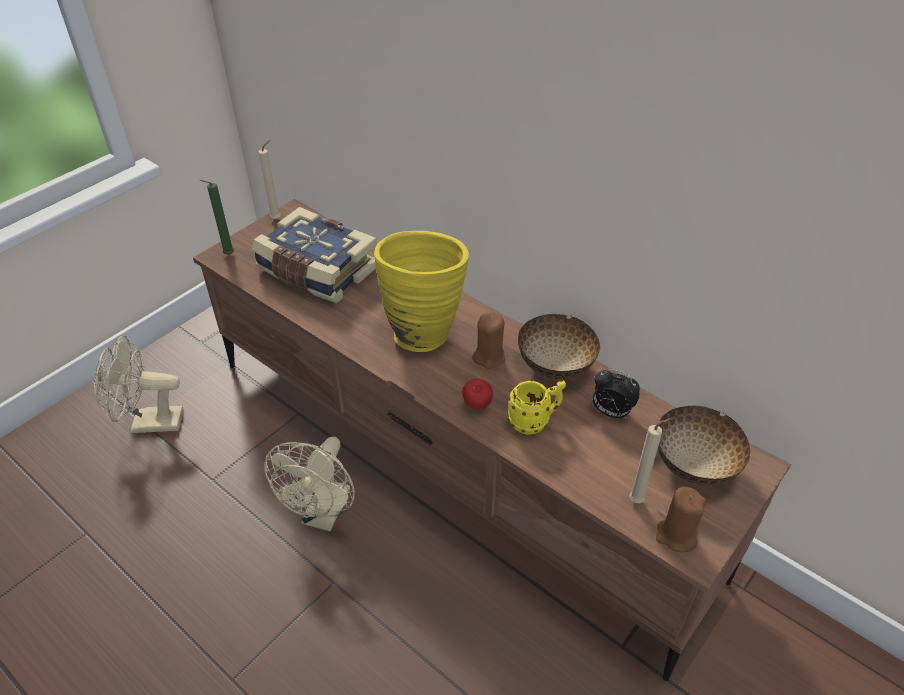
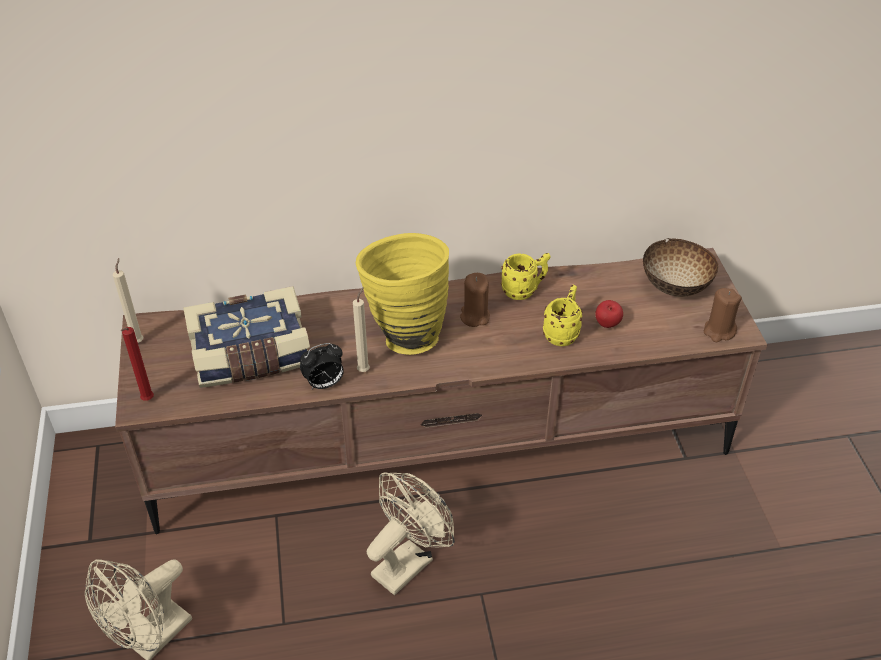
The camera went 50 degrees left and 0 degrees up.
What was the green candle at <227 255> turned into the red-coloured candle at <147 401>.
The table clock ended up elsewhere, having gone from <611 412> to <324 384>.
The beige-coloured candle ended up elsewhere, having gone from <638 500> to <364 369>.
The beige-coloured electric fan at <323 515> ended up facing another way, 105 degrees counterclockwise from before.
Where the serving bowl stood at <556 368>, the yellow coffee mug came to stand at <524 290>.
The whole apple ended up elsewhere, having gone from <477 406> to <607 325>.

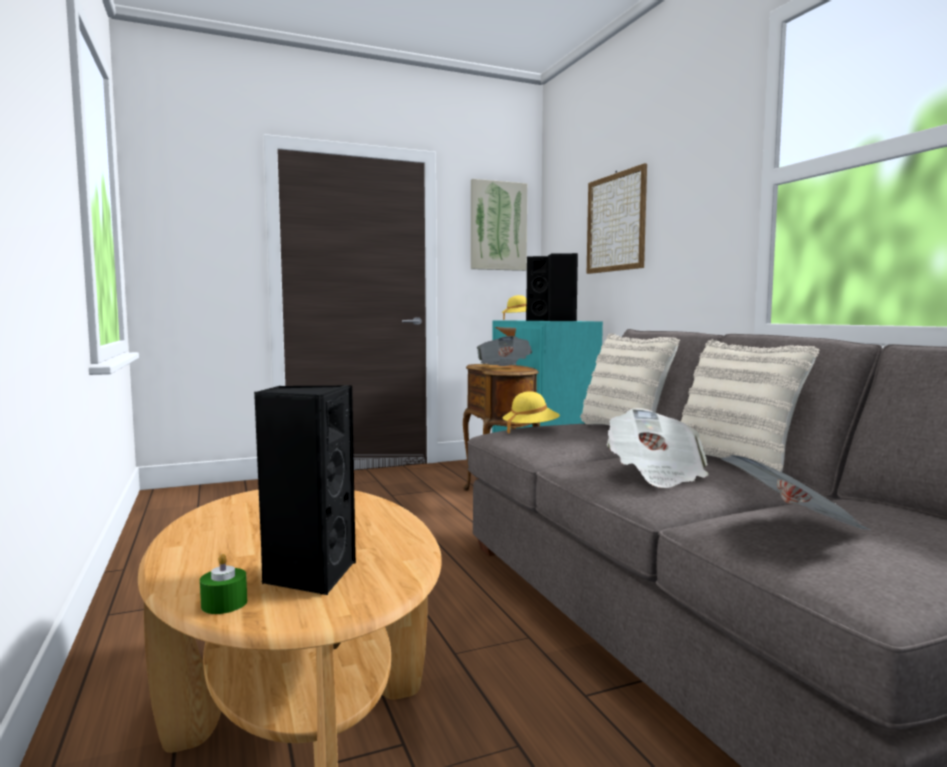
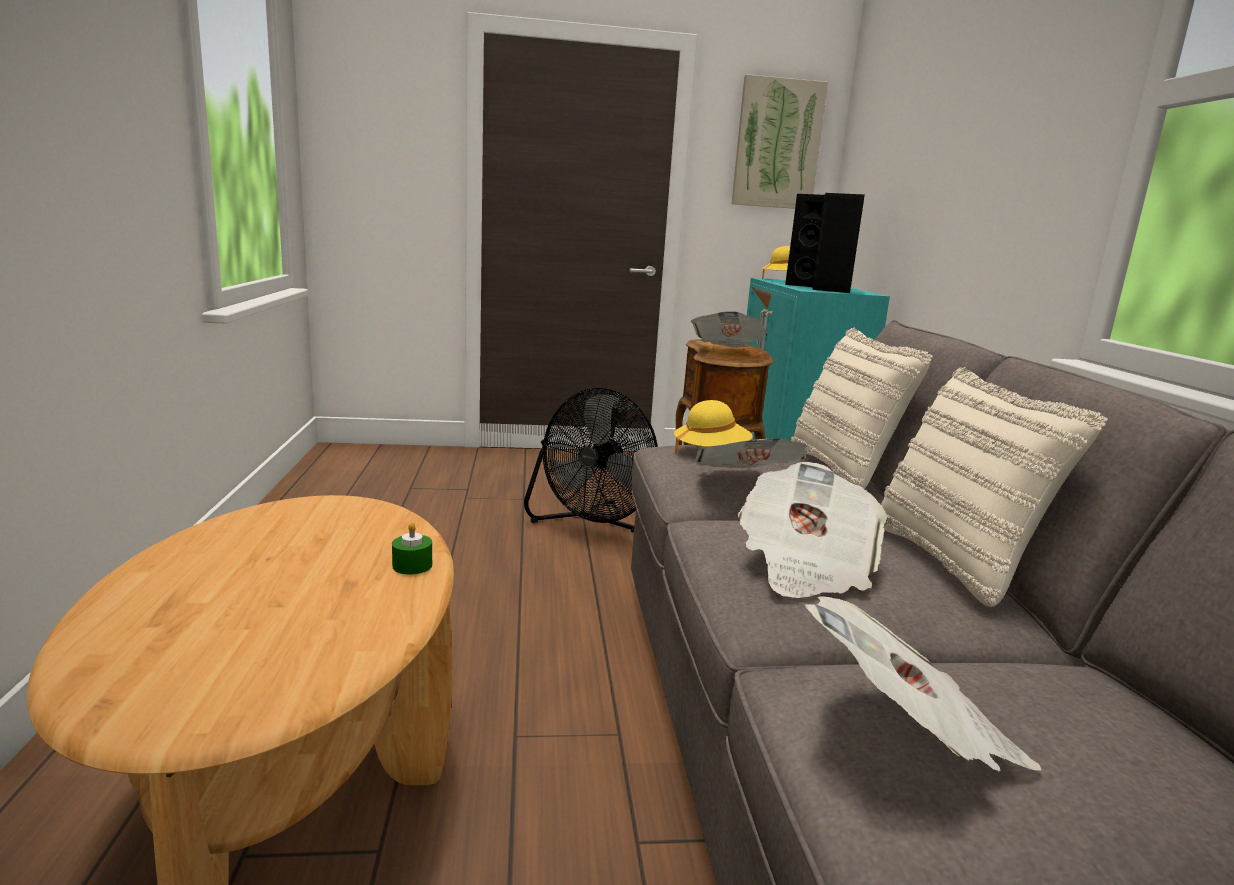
The camera went 15 degrees right and 10 degrees up.
The green candle ended up elsewhere, having gone from <224 603> to <412 565>.
The second view gained the blackish electric fan at <597 529>.
The second view gained the newspaper at <745 485>.
The second view lost the blackish speaker at <309 575>.
The second view lost the picture at <616 221>.

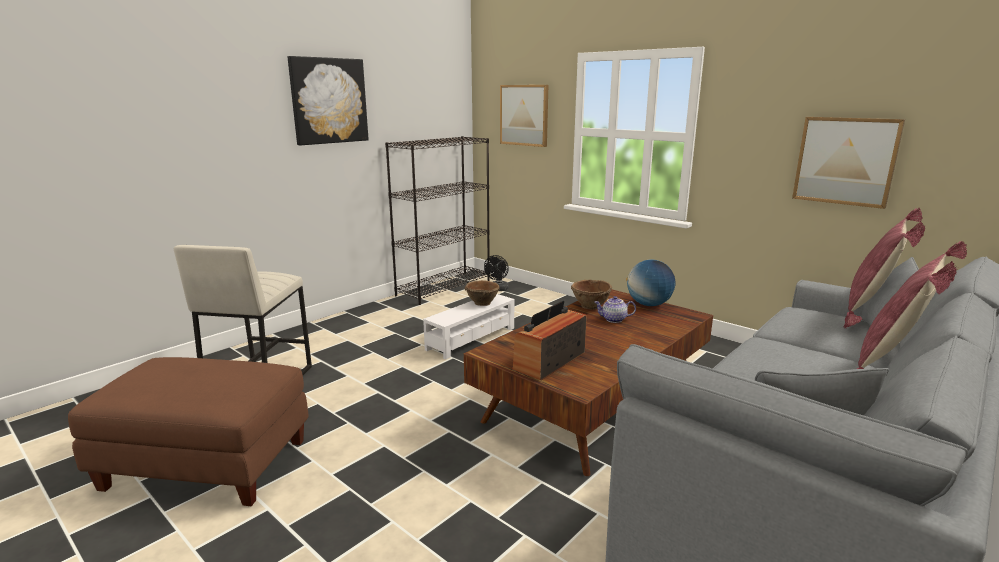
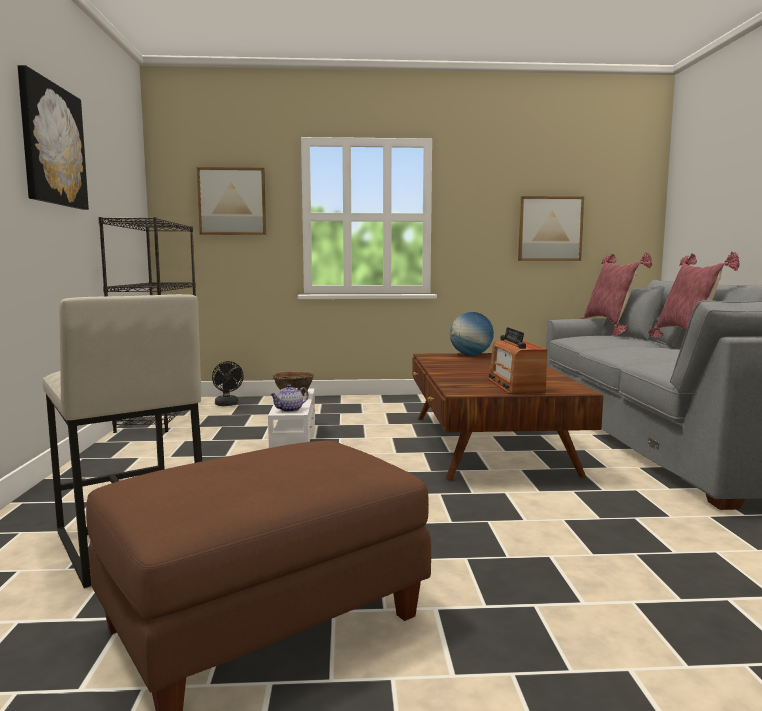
The camera went 45 degrees left and 10 degrees down.
The teapot ended up elsewhere, having gone from <613 320> to <290 410>.
The second view lost the brownish serving bowl at <590 306>.

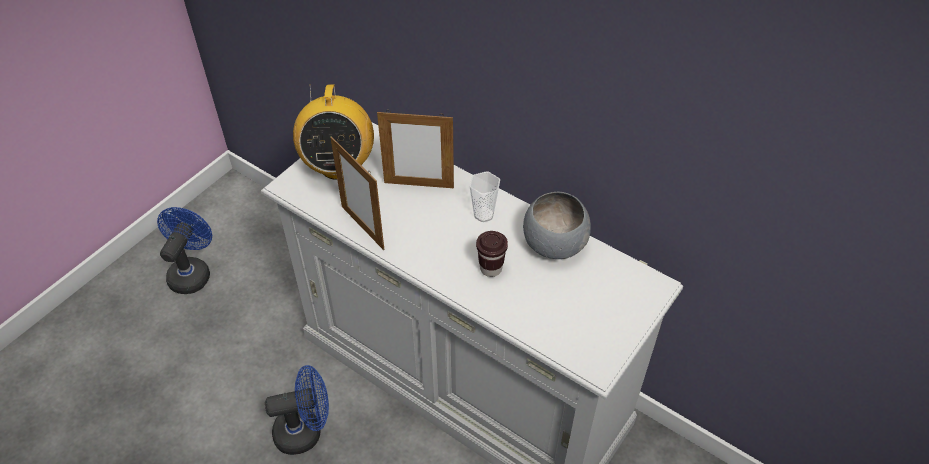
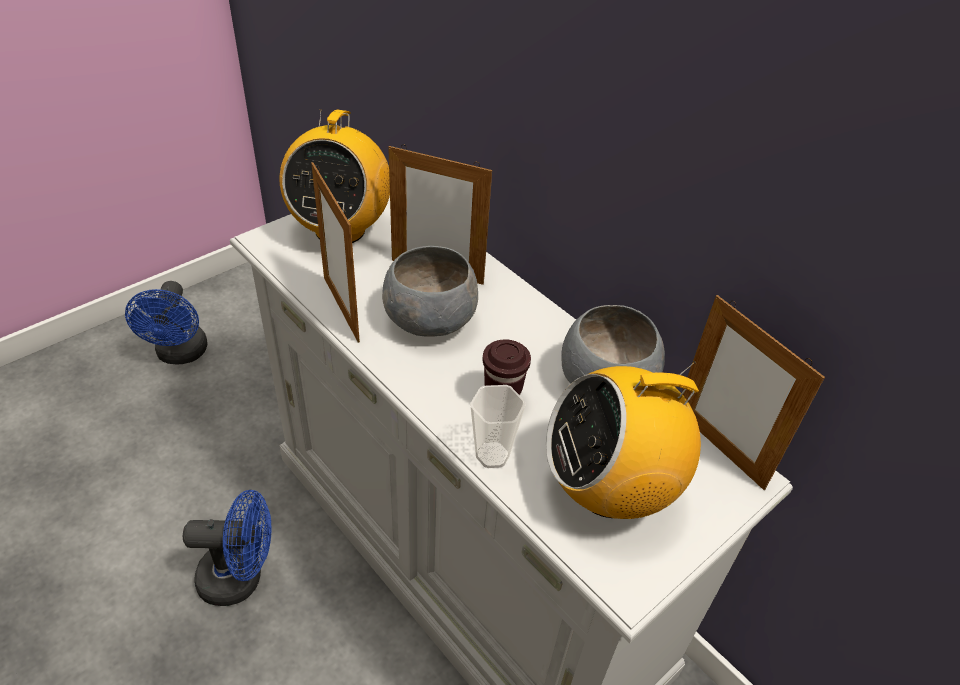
The camera went 10 degrees right and 5 degrees down.
The blue electric fan at <192 272> ended up facing another way, 150 degrees clockwise from before.
The second view gained the gray serving bowl at <429 319>.
The small cup ended up elsewhere, having gone from <484 214> to <492 455>.
The second view gained the radio receiver at <609 488>.
The second view gained the standing frame at <718 447>.

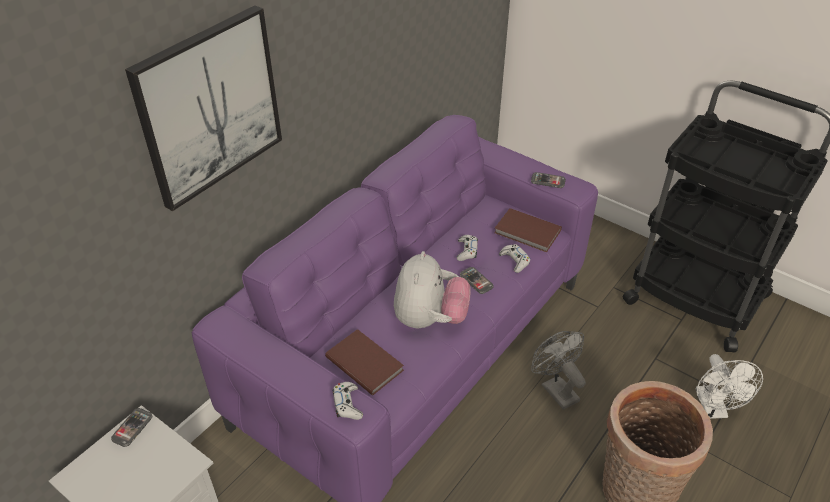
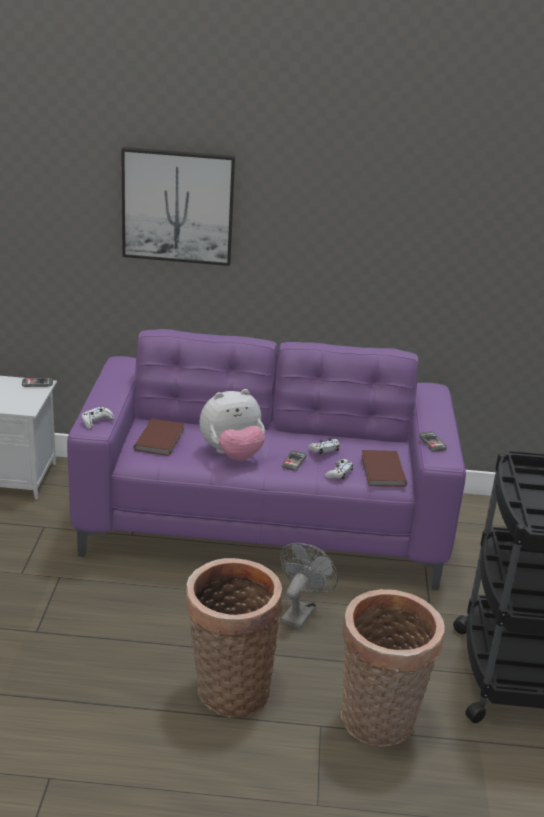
The camera went 55 degrees right and 15 degrees down.
Where the whitish electric fan stood at <713 409>, the basket came to stand at <378 723>.

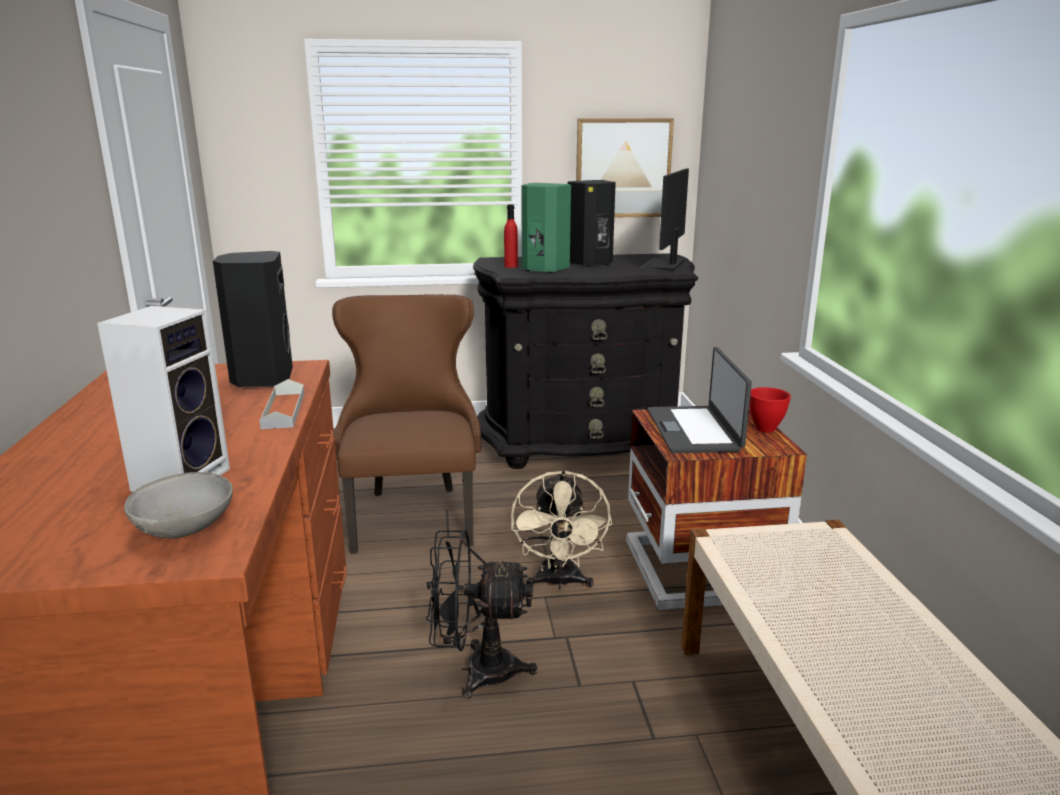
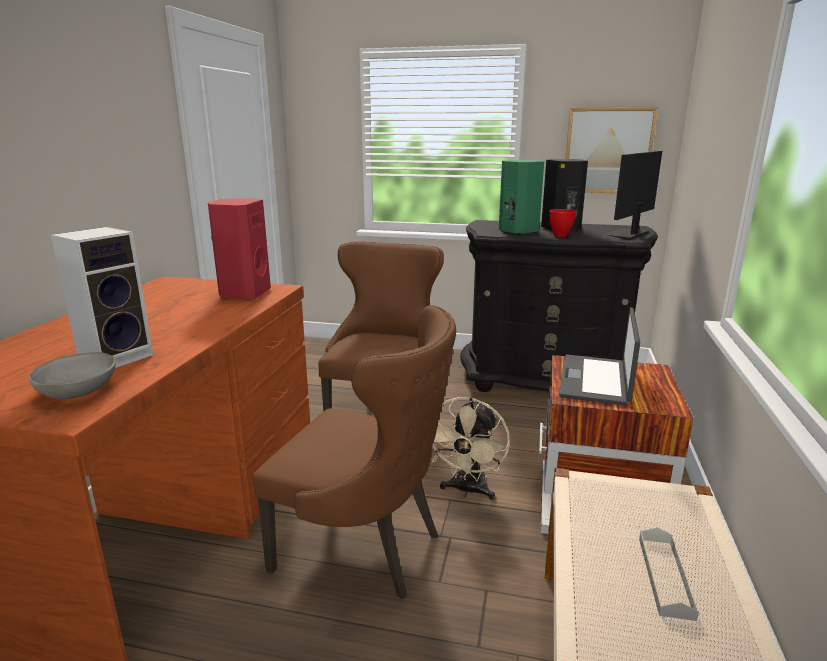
The camera went 20 degrees right and 0 degrees up.
What was the blackish speaker at <261 379> turned into the red-coloured speaker at <243 294>.
Where the blackish electric fan stood at <477 670>, the brownish upright chair came to stand at <365 548>.
The red-coloured serving bowl ended up elsewhere, having gone from <764 429> to <559 236>.
The gray serving tray ended up elsewhere, having gone from <283 410> to <665 576>.
The second view lost the red-coloured bottle at <511 266>.

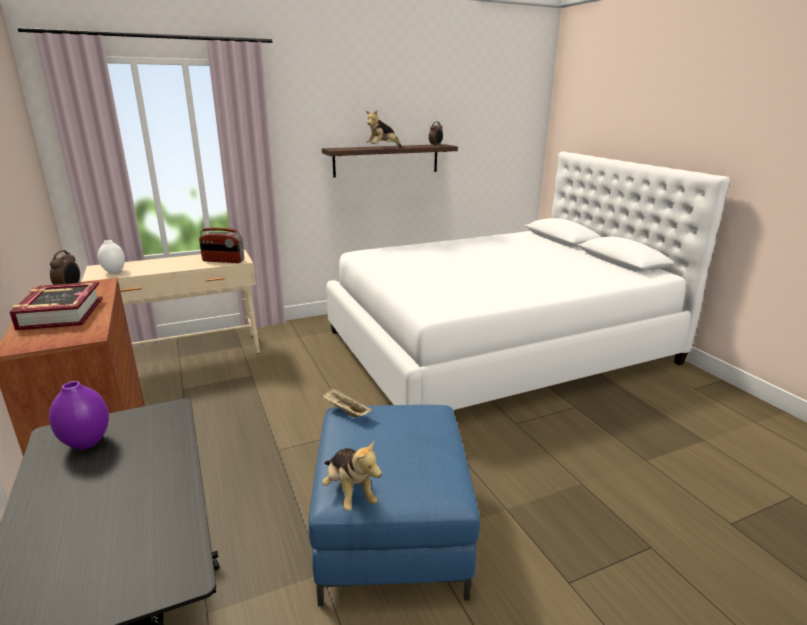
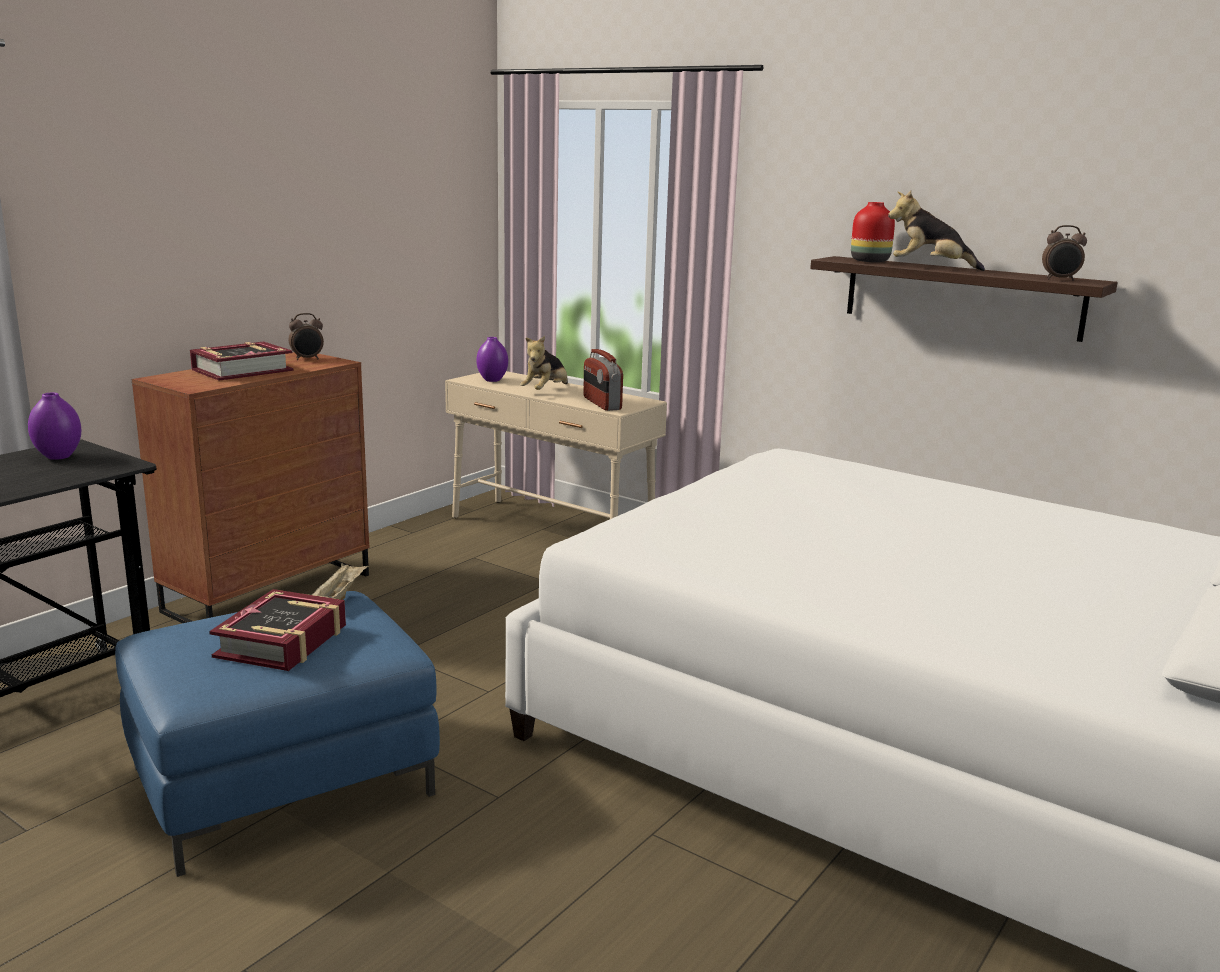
The camera went 60 degrees right and 5 degrees down.
The second view gained the volume at <282 641>.
What was the whitish vase at <114 271> turned into the purple-coloured vase at <492 380>.
The cuddly toy ended up elsewhere, having gone from <349 492> to <546 391>.
The second view gained the red-coloured vase at <871 261>.

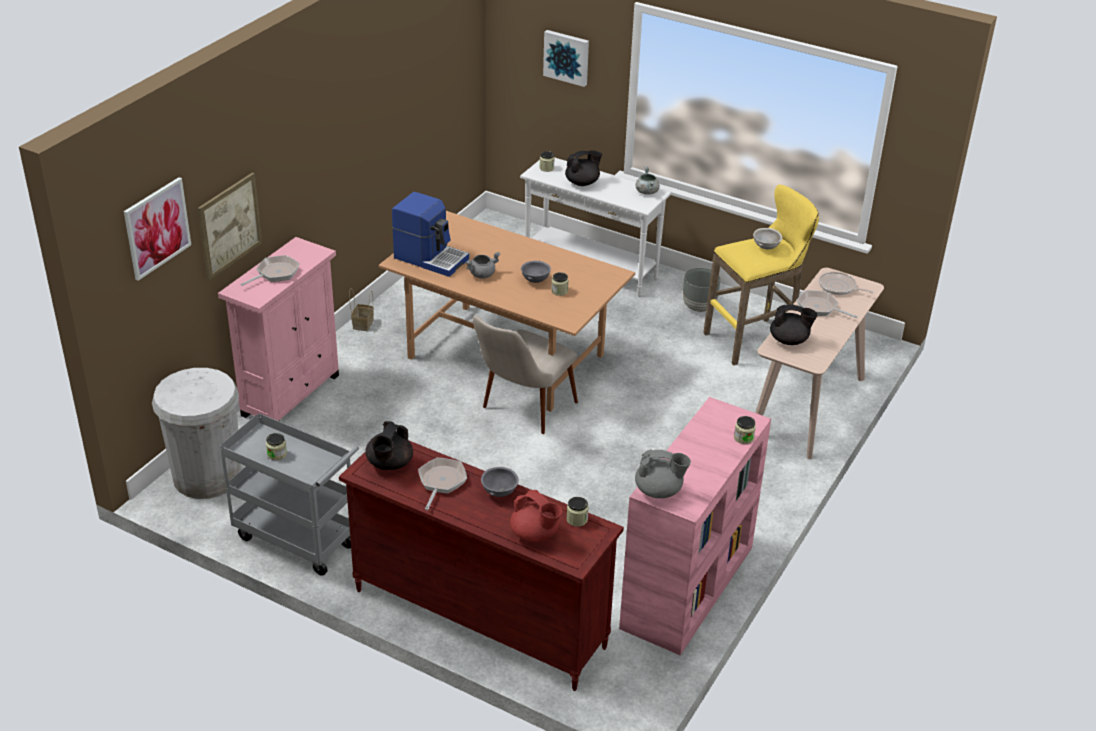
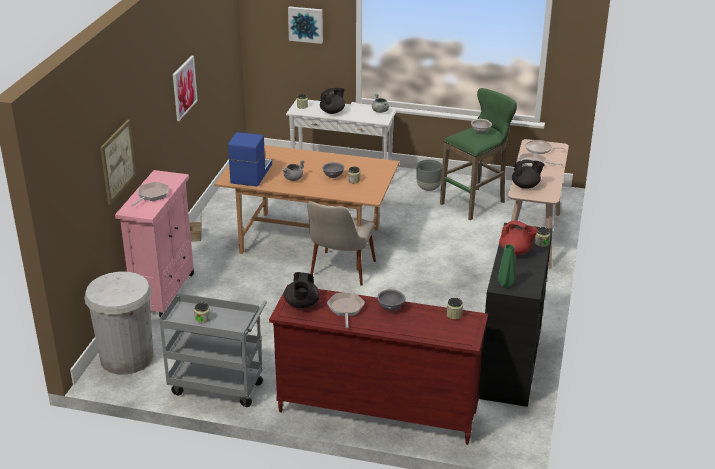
The camera went 15 degrees left and 5 degrees down.
The picture ended up elsewhere, having gone from <157 228> to <184 88>.
The coffee machine at <431 258> ended up facing another way, 90 degrees counterclockwise from before.
What was the yellow stool at <753 339> turned into the green stool at <475 202>.
What was the pinkish bookcase at <689 587> turned into the blackish bookcase at <511 363>.
Where the gray teapot stood at <659 491>, the green vase came to stand at <505 284>.
The red-coloured teapot ended up elsewhere, having gone from <535 534> to <516 251>.

